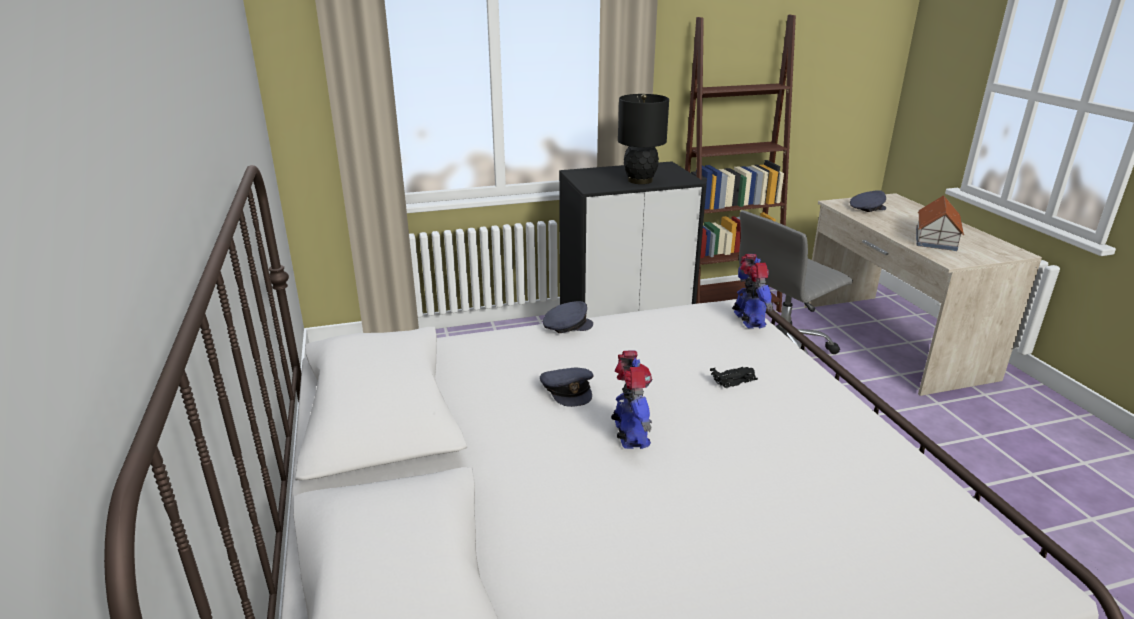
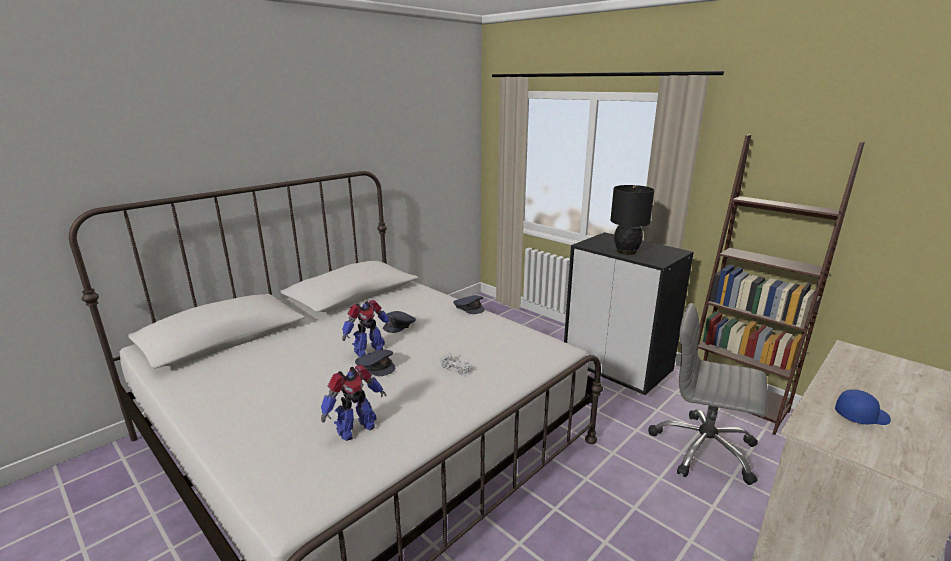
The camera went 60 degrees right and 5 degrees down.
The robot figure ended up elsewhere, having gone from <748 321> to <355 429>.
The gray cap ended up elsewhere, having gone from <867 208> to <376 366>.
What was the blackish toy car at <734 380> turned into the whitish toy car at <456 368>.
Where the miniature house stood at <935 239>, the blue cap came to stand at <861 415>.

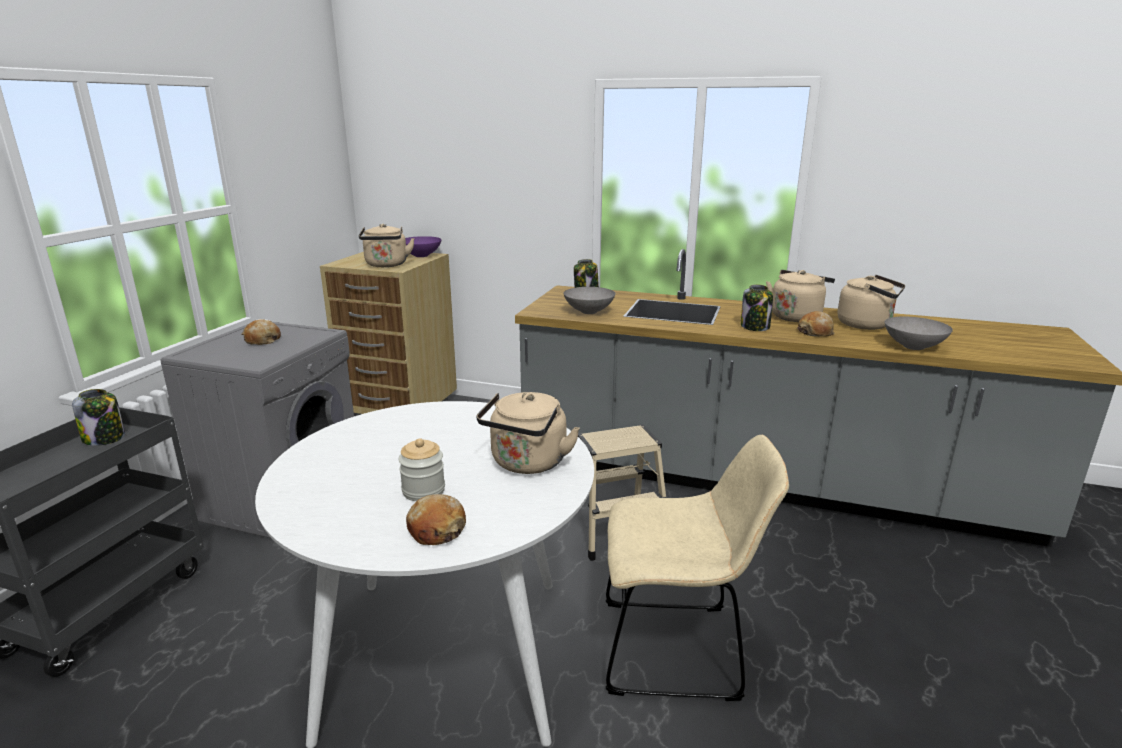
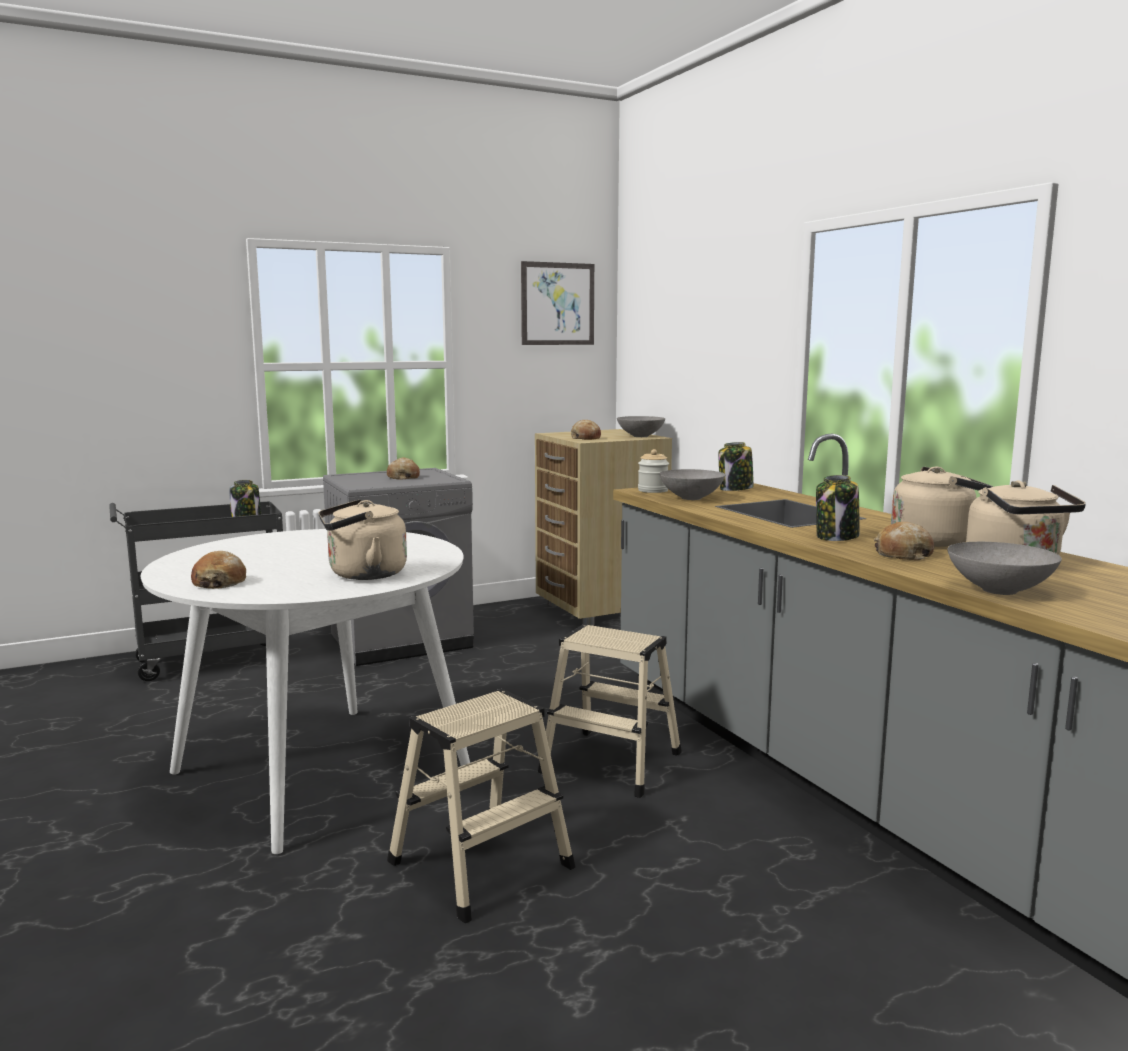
The camera went 45 degrees right and 10 degrees down.
Where the beige-coloured upright chair stood at <678 649>, the beige-coloured step stool came to stand at <480 864>.
The second view gained the picture at <557 304>.
Where the beige-coloured water kettle stood at <386 265>, the bread came to stand at <586 438>.
What was the purple-coloured serving bowl at <420 256> turned into the gray serving bowl at <639 436>.
The preserve jar ended up elsewhere, having gone from <423 491> to <653 490>.

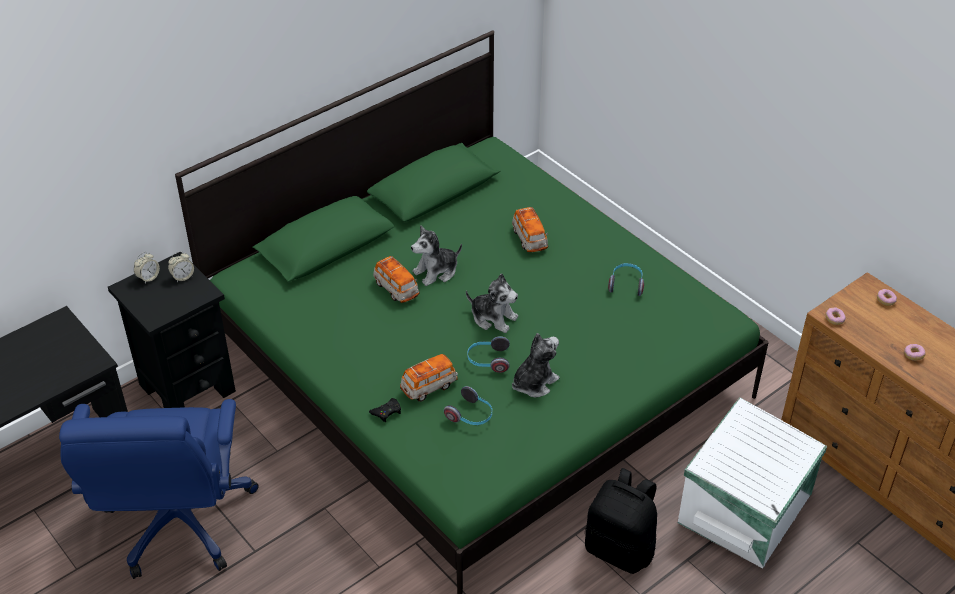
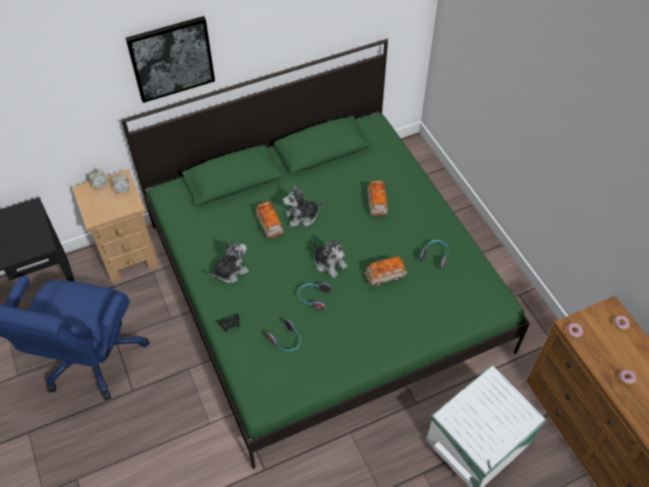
The camera went 15 degrees right and 10 degrees up.
What was the blackish nightstand at <189 388> turned into the beige-coloured nightstand at <129 257>.
The second view gained the picture at <171 58>.
The cuddly toy ended up elsewhere, having gone from <534 383> to <230 271>.
The toy car ended up elsewhere, having gone from <429 386> to <385 276>.
The second view lost the blackish backpack at <620 549>.

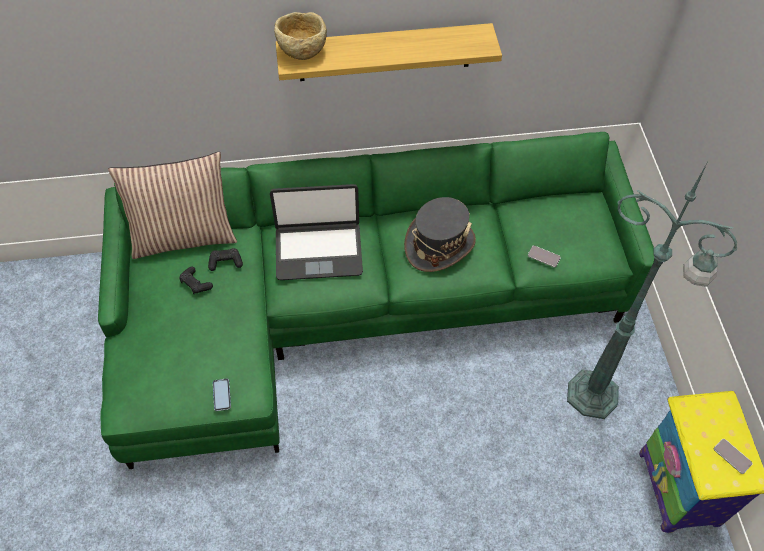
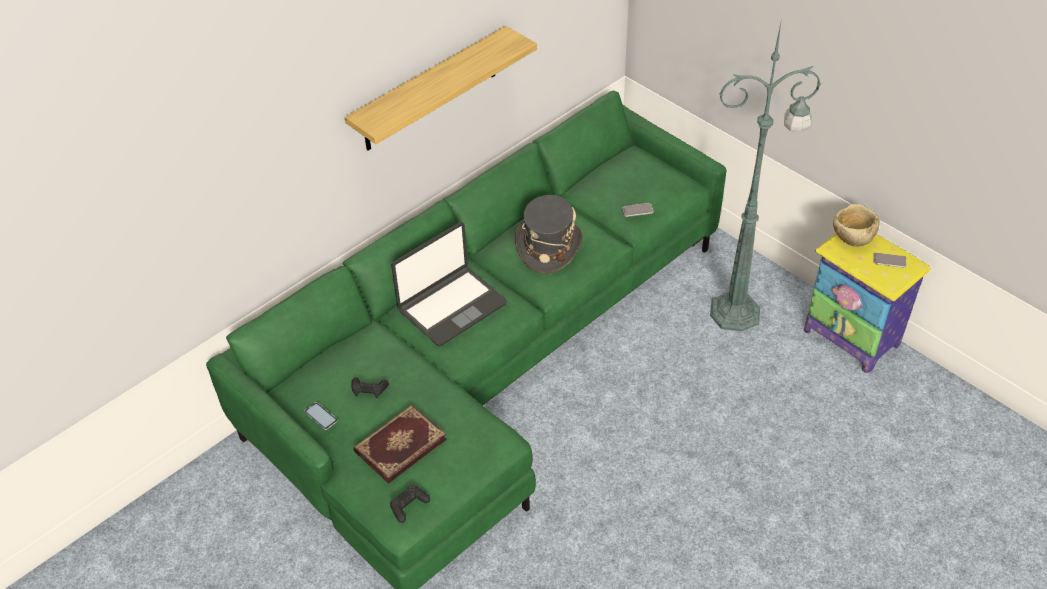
The camera went 35 degrees left and 10 degrees down.
The telephone ended up elsewhere, having gone from <222 395> to <321 416>.
The second view gained the volume at <399 444>.
The blackish joypad ended up elsewhere, having gone from <225 262> to <409 506>.
The beige-coloured serving bowl ended up elsewhere, having gone from <302 51> to <852 239>.
The second view lost the pillow at <184 236>.

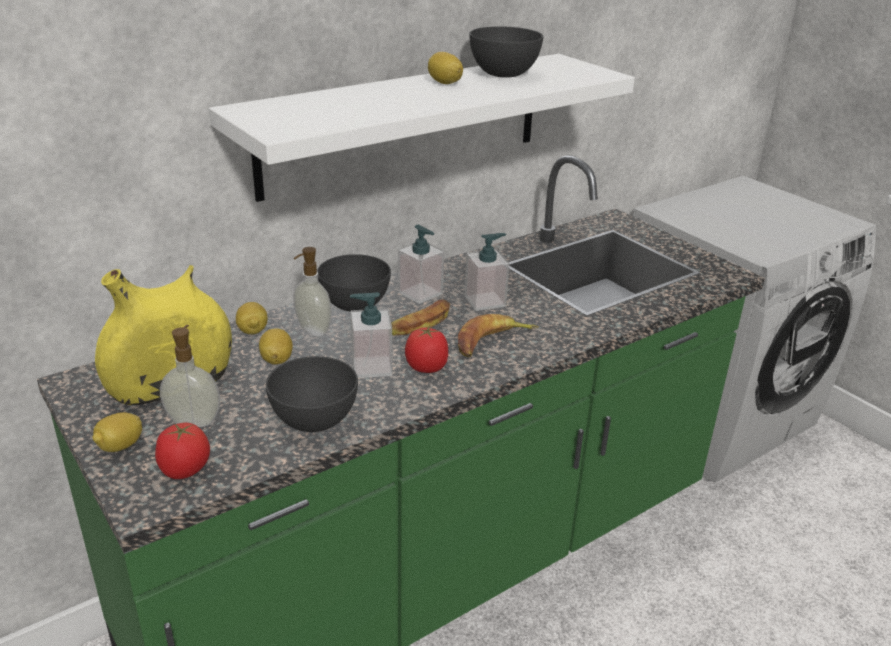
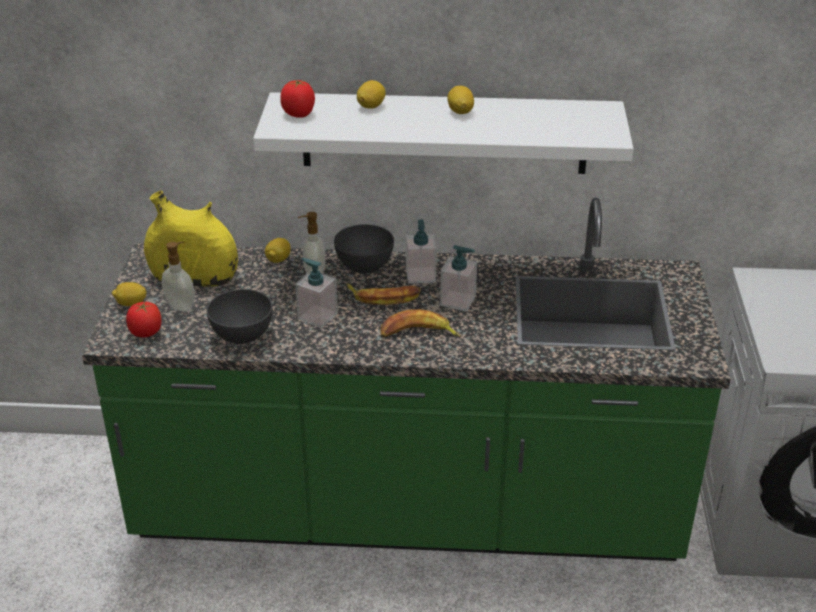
The camera went 40 degrees right and 5 degrees up.
The whole tomato ended up elsewhere, having gone from <426 368> to <299 114>.
The lemon ended up elsewhere, having gone from <277 359> to <371 106>.
The second view lost the gray serving bowl at <503 74>.

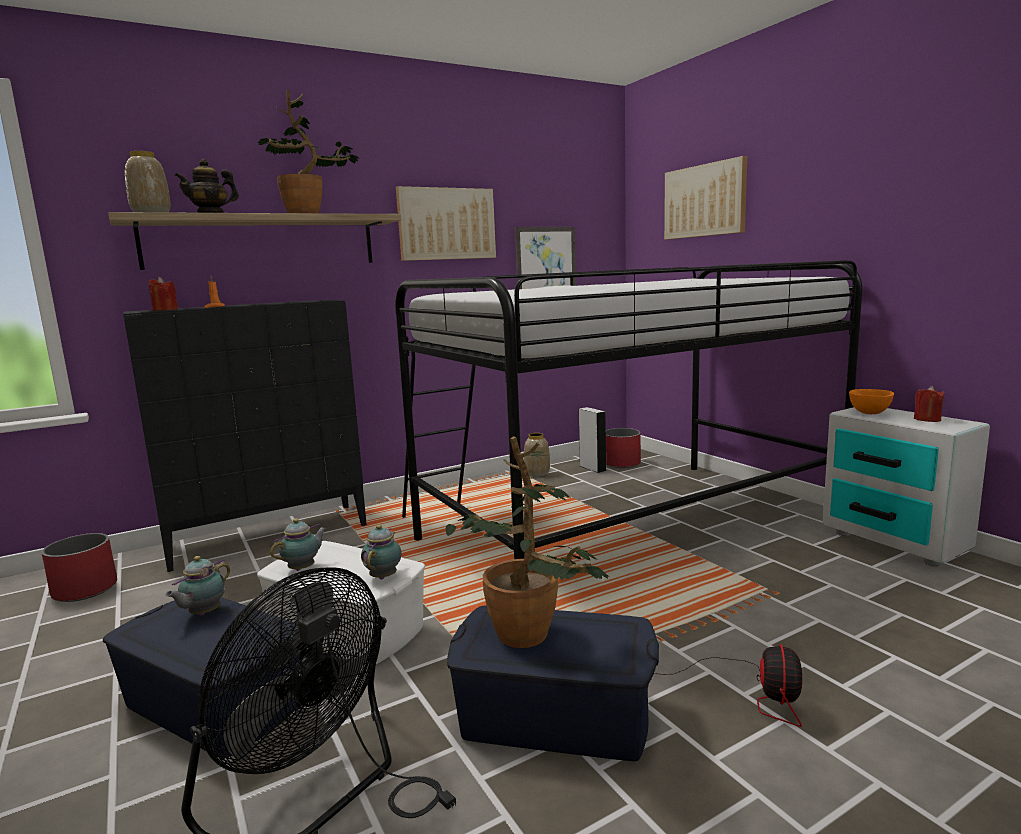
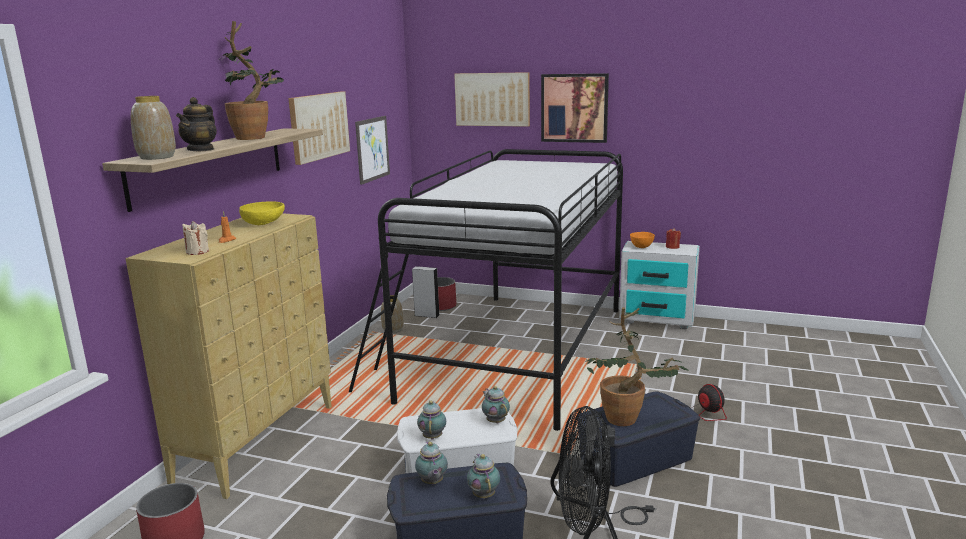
The camera went 40 degrees left and 5 degrees up.
What was the blackish drawer chest at <269 536> turned into the beige-coloured drawer chest at <260 442>.
What was the red-coloured candle at <165 310> turned into the beige-coloured candle at <197 252>.
The second view gained the yellow serving bowl at <264 224>.
The second view gained the teapot at <483 494>.
The second view gained the picture at <574 108>.

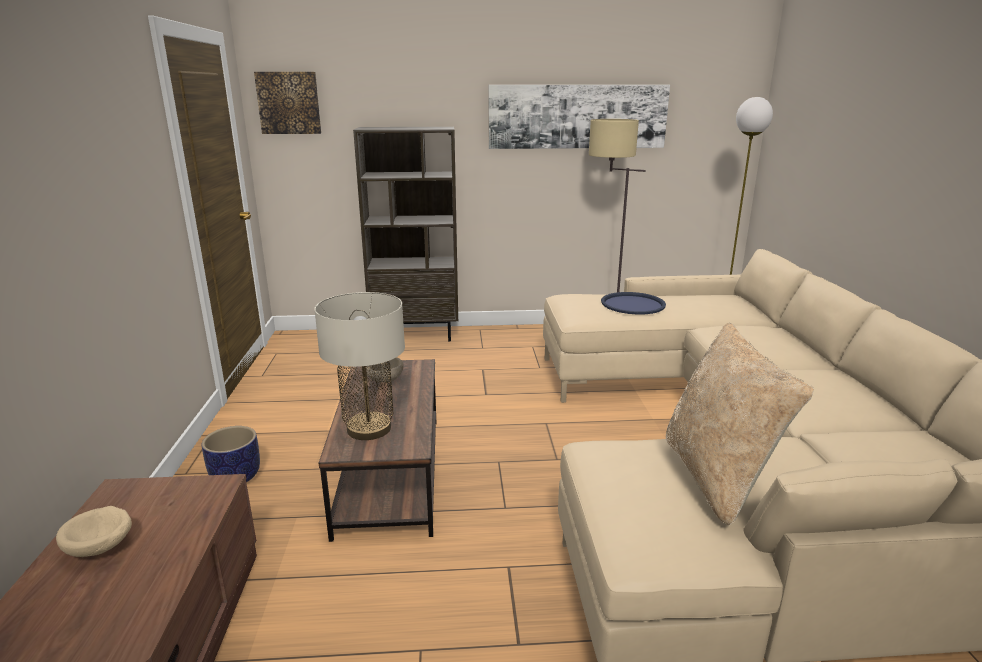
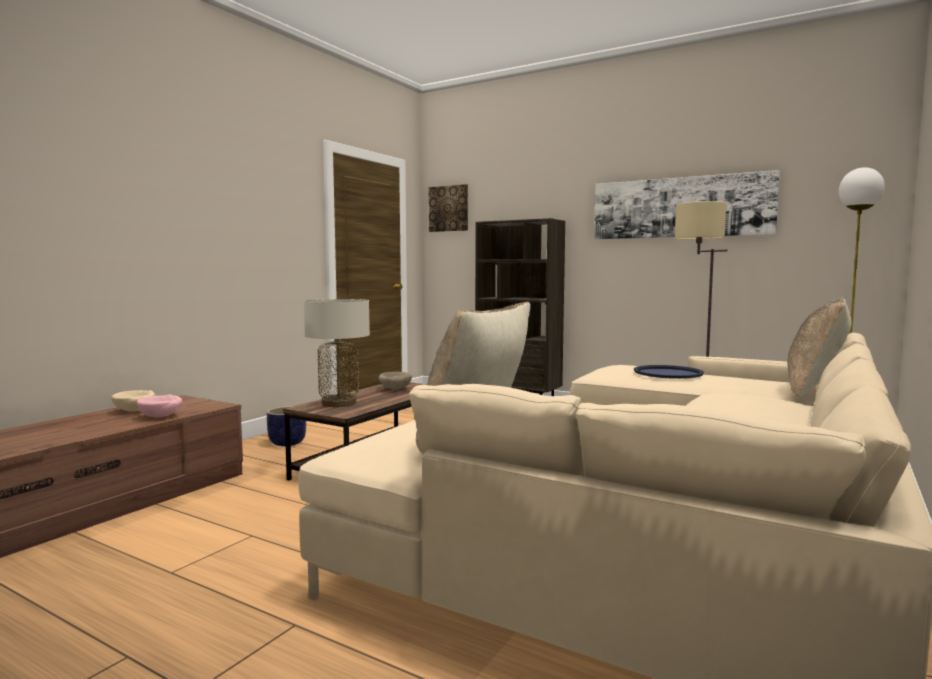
The camera went 35 degrees right and 15 degrees down.
The second view gained the pinkish serving bowl at <161 417>.
The second view gained the beige-coloured pillow at <815 393>.

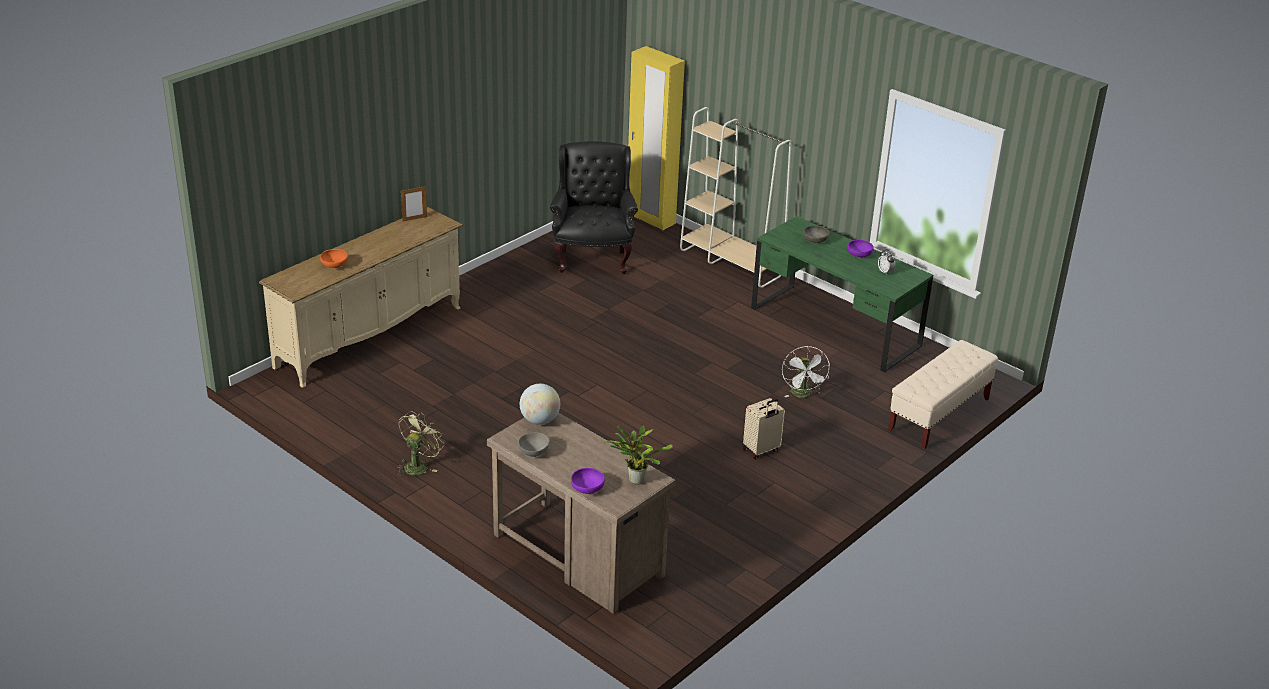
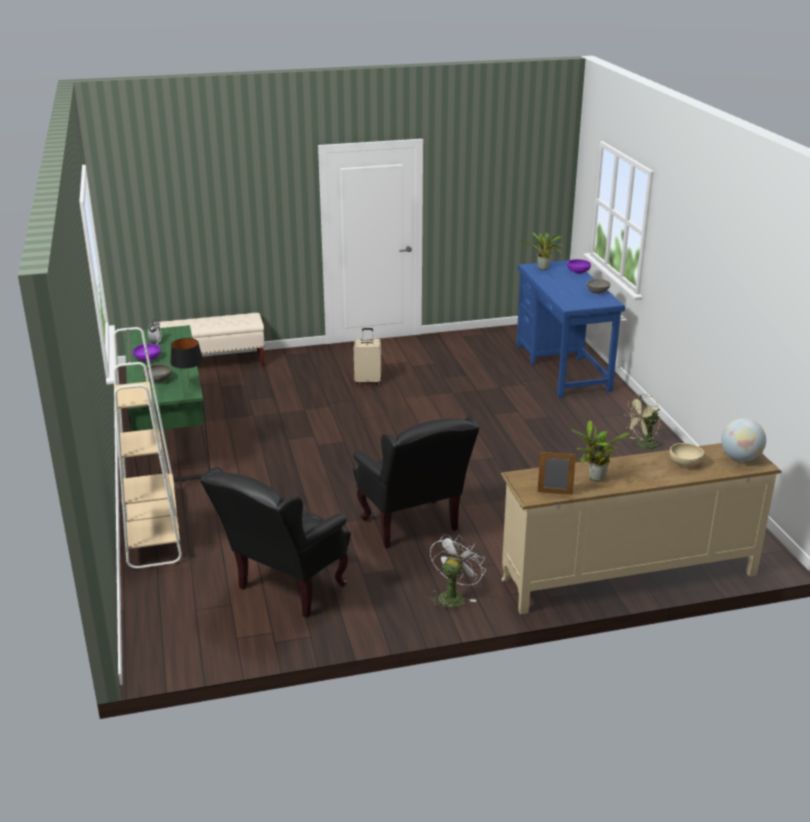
The camera went 145 degrees left and 5 degrees down.
The second view gained the blackish table lamp at <189 387>.
The second view gained the blackish easy chair at <415 530>.
The whitish electric fan ended up elsewhere, having gone from <803 395> to <453 596>.
What was the brownish desk unit at <577 556> turned into the blue desk unit at <563 367>.
The second view gained the houseplant at <594 479>.
What was the orange serving bowl at <334 265> turned into the beige-coloured serving bowl at <685 462>.
The world globe ended up elsewhere, having gone from <539 420> to <740 458>.
The second view lost the yellow armoire at <650 218>.

